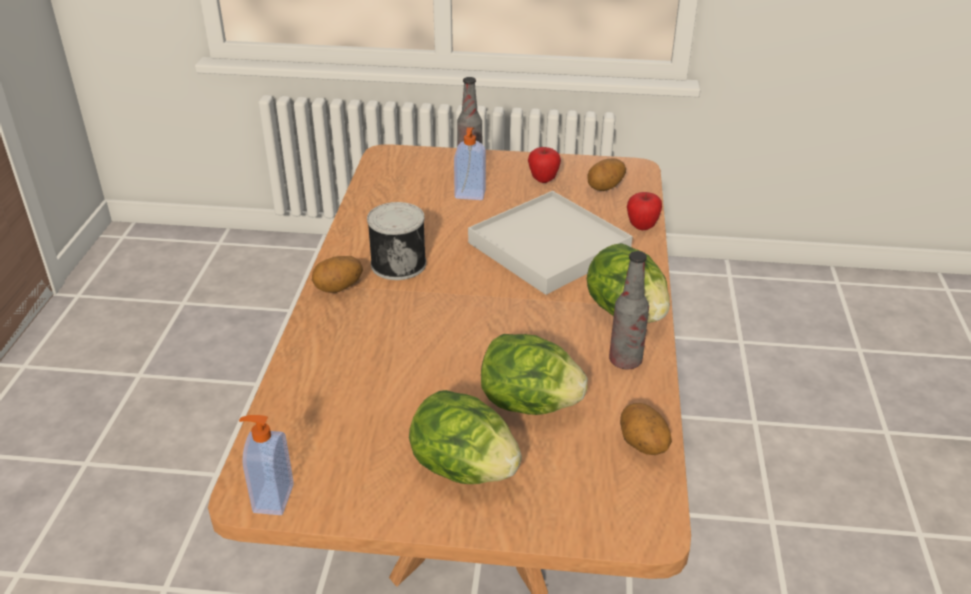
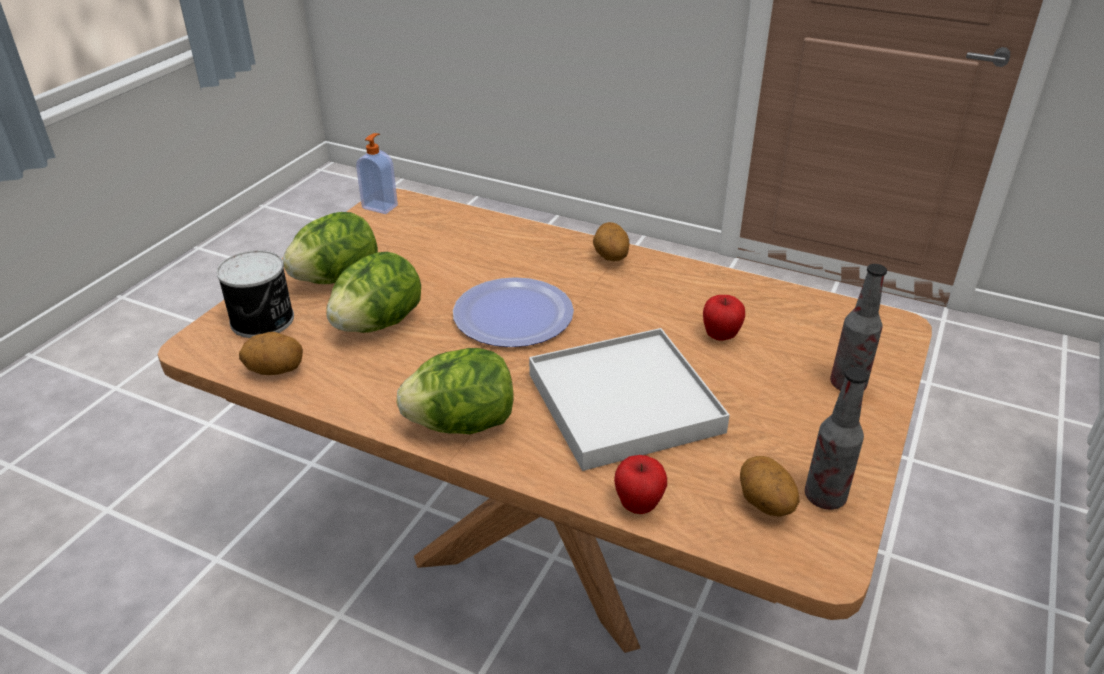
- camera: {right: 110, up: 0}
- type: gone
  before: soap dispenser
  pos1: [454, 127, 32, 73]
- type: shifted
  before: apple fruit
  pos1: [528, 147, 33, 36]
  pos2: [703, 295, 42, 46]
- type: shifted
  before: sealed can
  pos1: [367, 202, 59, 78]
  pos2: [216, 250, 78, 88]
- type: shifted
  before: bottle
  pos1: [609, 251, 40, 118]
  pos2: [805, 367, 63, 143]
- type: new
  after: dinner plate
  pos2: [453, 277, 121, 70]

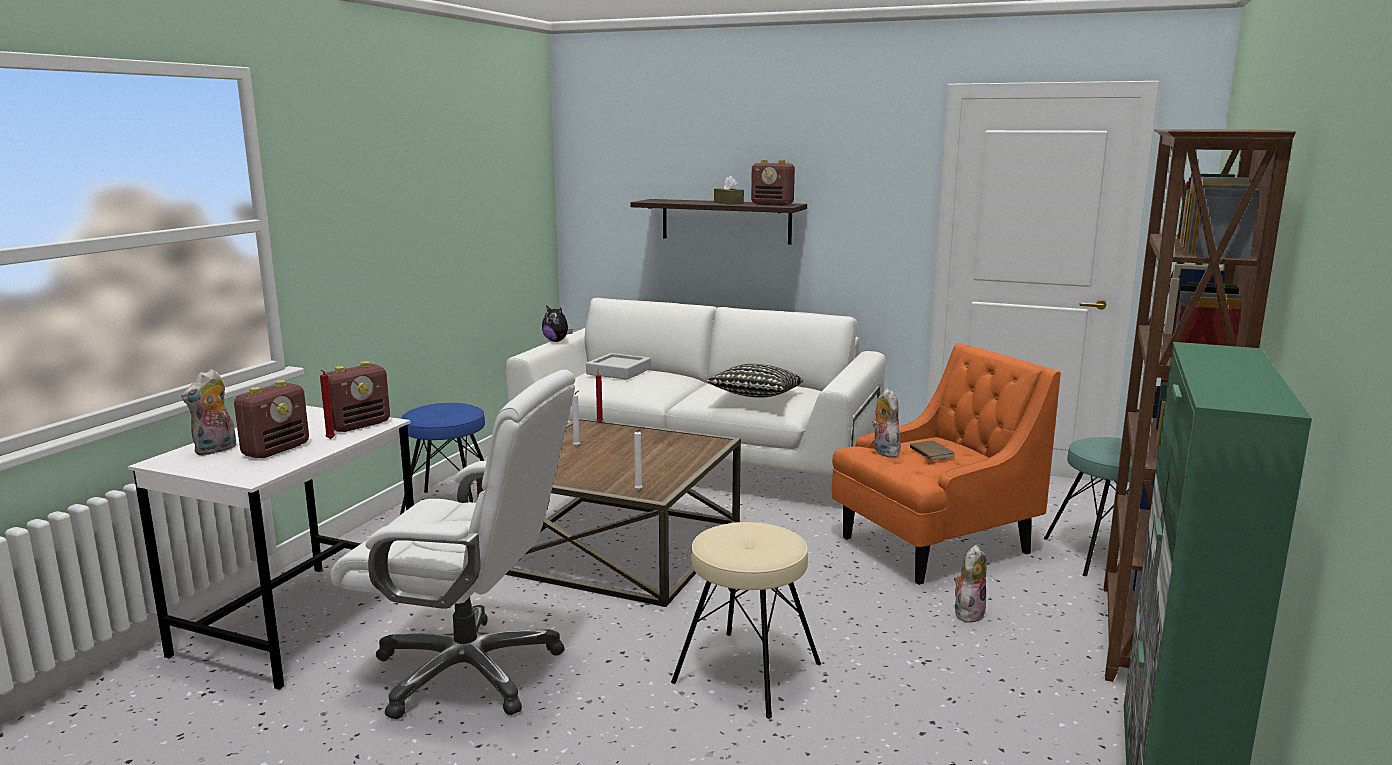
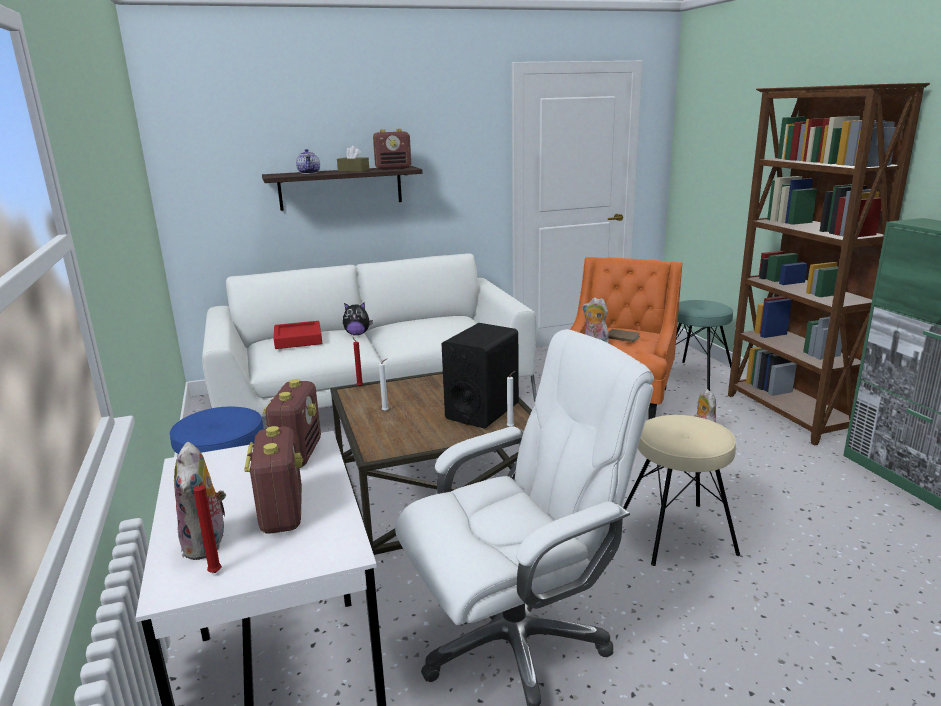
- camera: {right: -40, up: 5}
- type: shifted
  before: cuddly toy
  pos1: [542, 305, 31, 37]
  pos2: [343, 303, 30, 32]
- type: repainted
  before: serving tray/gray
  after: serving tray/reddish
  pos1: [586, 353, 65, 27]
  pos2: [274, 321, 48, 28]
- type: gone
  before: throw pillow
  pos1: [706, 364, 97, 34]
- type: shifted
  before: wax candle/reddish
  pos1: [320, 370, 15, 69]
  pos2: [193, 481, 29, 92]
- type: new
  after: teapot
  pos2: [296, 149, 24, 25]
- type: new
  after: speaker/black
  pos2: [442, 323, 77, 106]

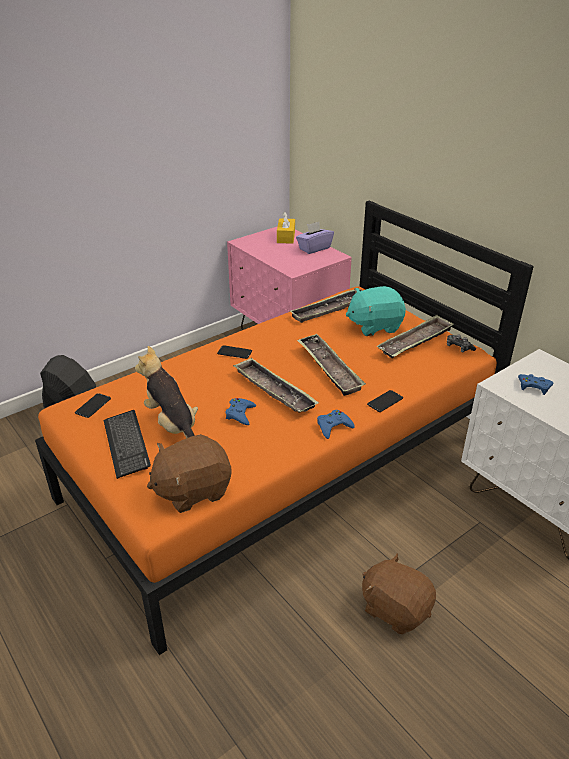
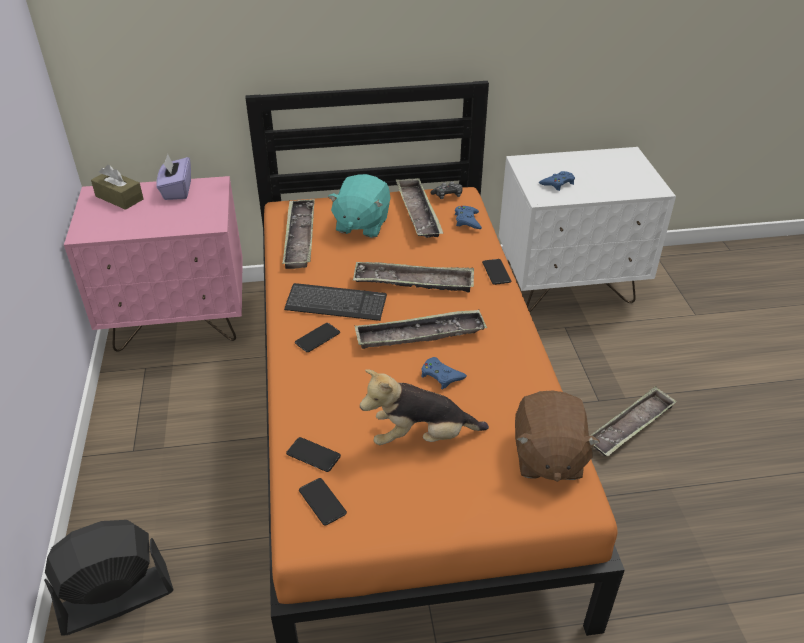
- camera: {right: -60, up: 5}
- type: repainted
  before: box of tissues/yellowish
  after: box of tissues/brown
  pos1: [277, 212, 18, 32]
  pos2: [91, 165, 53, 45]
- type: shifted
  before: keyboard
  pos1: [104, 410, 47, 69]
  pos2: [284, 283, 103, 38]
- type: shifted
  before: joypad/blue
  pos1: [317, 410, 38, 29]
  pos2: [455, 206, 27, 23]
- type: swapped
  before: cuddly toy/brown
  after: serving tray
  pos1: [362, 553, 74, 81]
  pos2: [590, 386, 87, 71]
- type: new
  after: phone
  pos2: [286, 437, 55, 35]

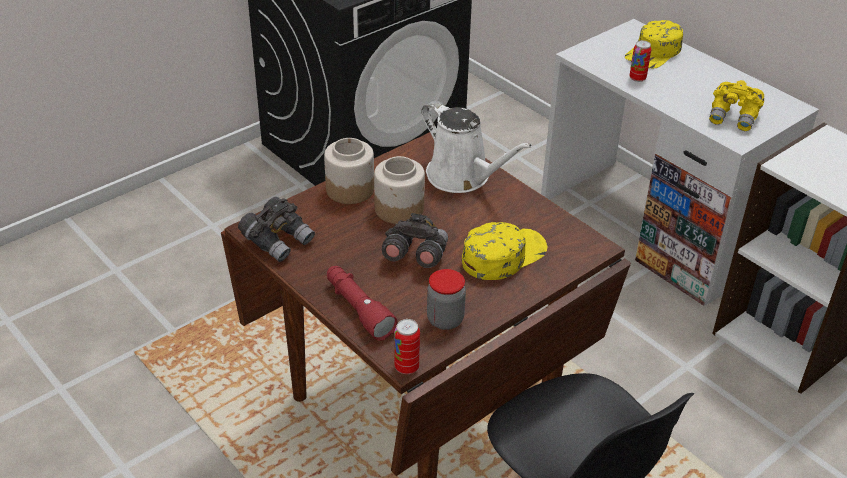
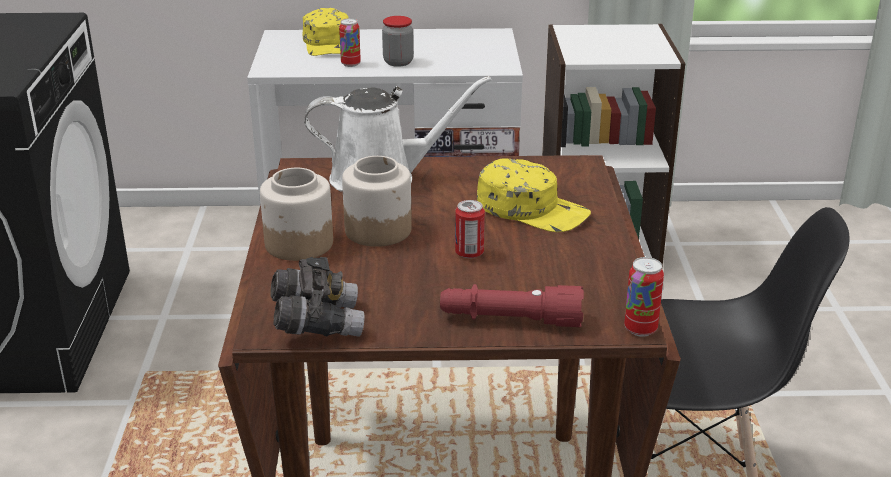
- camera: {right: -50, up: -10}
- type: gone
  before: binoculars/yellowish
  pos1: [709, 80, 55, 51]
- type: swapped
  before: binoculars/gray
  after: sealed can
  pos1: [382, 213, 66, 55]
  pos2: [455, 200, 30, 58]
- type: rotated
  before: peaked cap/yellowish
  pos1: [462, 222, 86, 58]
  pos2: [477, 158, 114, 74]
  turn: 120
- type: shifted
  before: storage jar
  pos1: [427, 269, 39, 61]
  pos2: [382, 16, 32, 51]

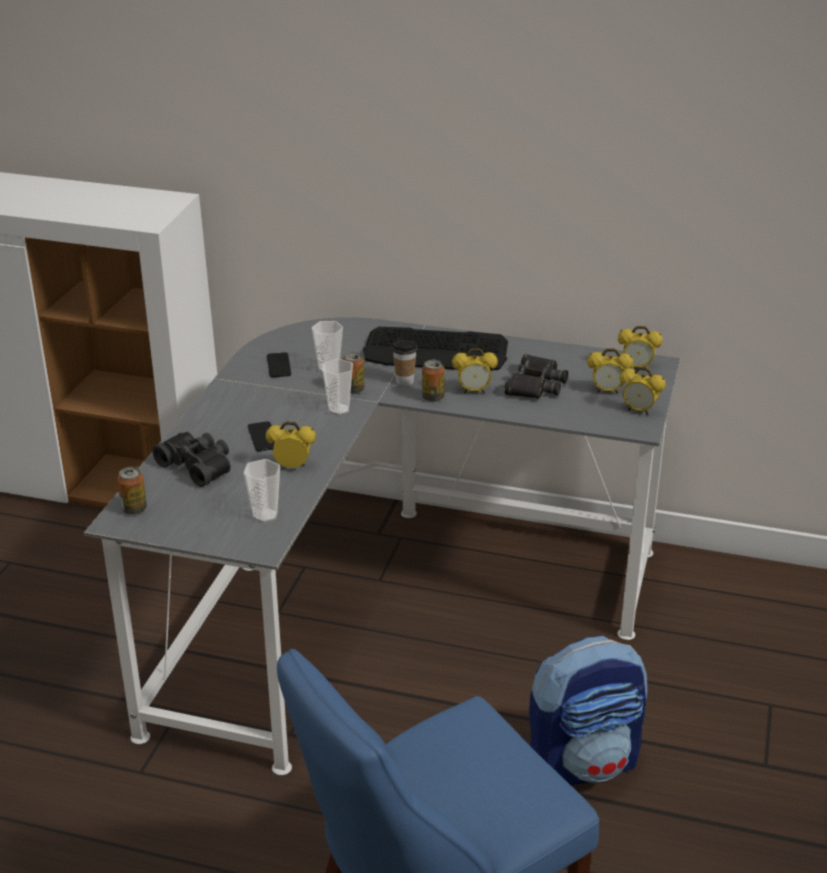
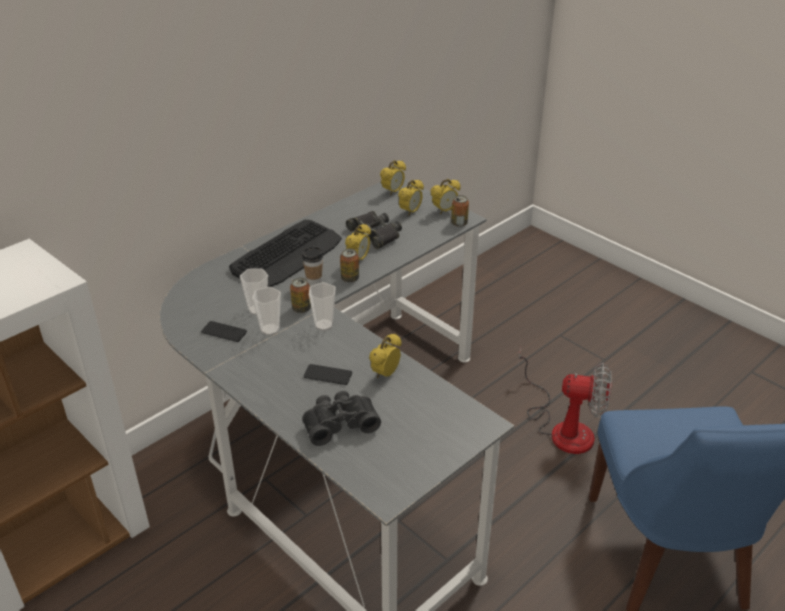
- camera: {right: -60, up: 5}
- type: shifted
  before: small cup
  pos1: [244, 459, 36, 64]
  pos2: [252, 287, 29, 48]
- type: shifted
  before: sealed can
  pos1: [117, 467, 30, 48]
  pos2: [451, 195, 18, 32]
- type: swapped
  before: rucksack
  after: fan
  pos1: [529, 636, 118, 150]
  pos2: [518, 347, 94, 107]

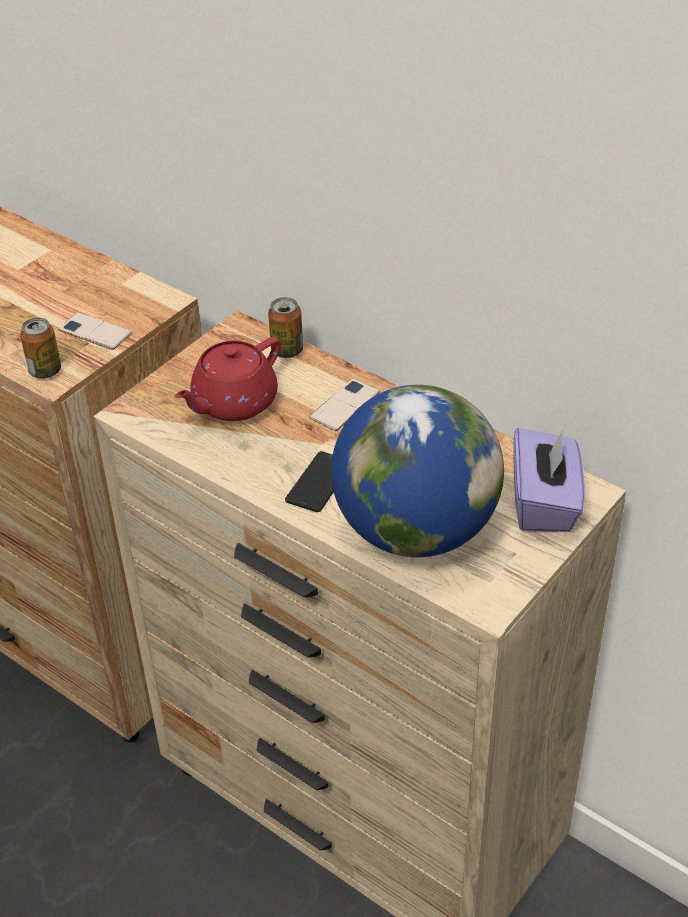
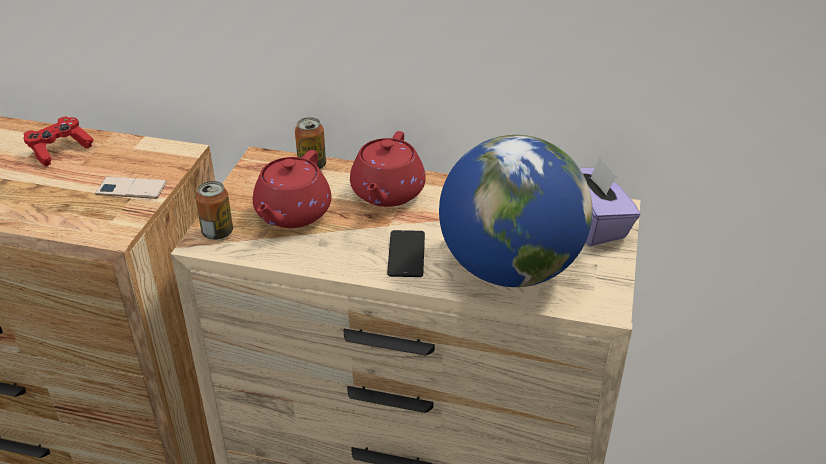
- camera: {right: -25, up: -5}
- type: shifted
  before: sealed can
  pos1: [20, 318, 41, 61]
  pos2: [195, 181, 38, 59]
- type: swapped
  before: phone
  after: teapot/reddish
  pos1: [309, 378, 71, 53]
  pos2: [350, 131, 76, 76]
- type: new
  after: joypad/reddish
  pos2: [23, 116, 70, 50]

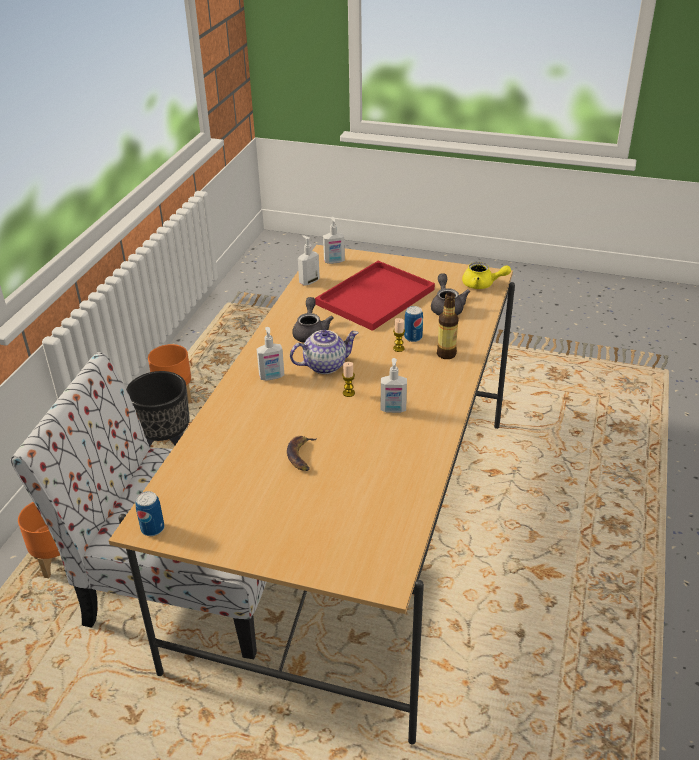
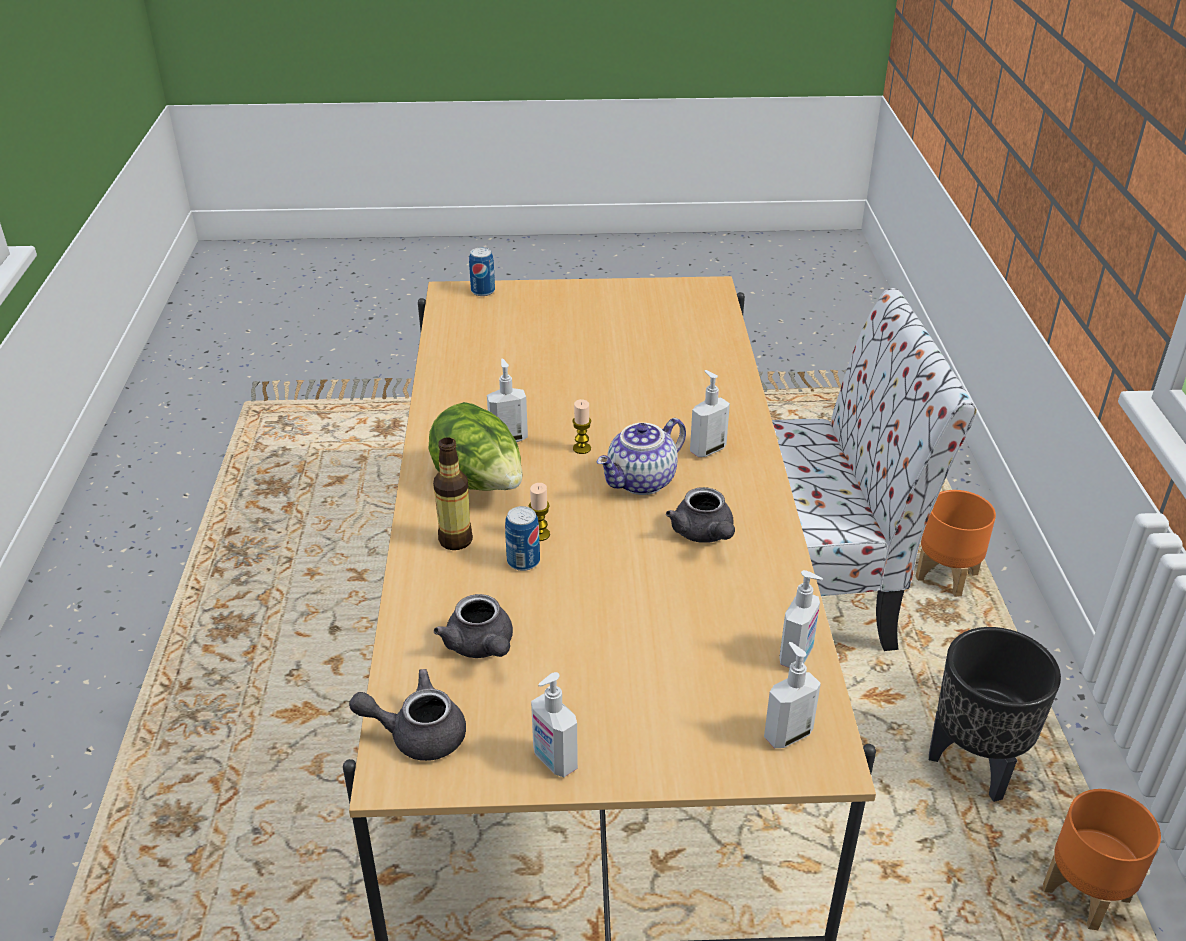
- camera: {right: 160, up: 0}
- type: gone
  before: serving tray/reddish
  pos1: [315, 261, 120, 70]
- type: repainted
  before: teapot/yellowish
  after: teapot/gray
  pos1: [462, 262, 49, 27]
  pos2: [349, 669, 117, 92]
- type: gone
  before: banana
  pos1: [287, 436, 30, 35]
- type: shifted
  before: sealed can
  pos1: [135, 491, 30, 45]
  pos2: [469, 247, 26, 49]
- type: new
  after: lettuce head
  pos2: [429, 402, 93, 89]
- type: new
  after: soap dispenser
  pos2: [531, 672, 47, 105]

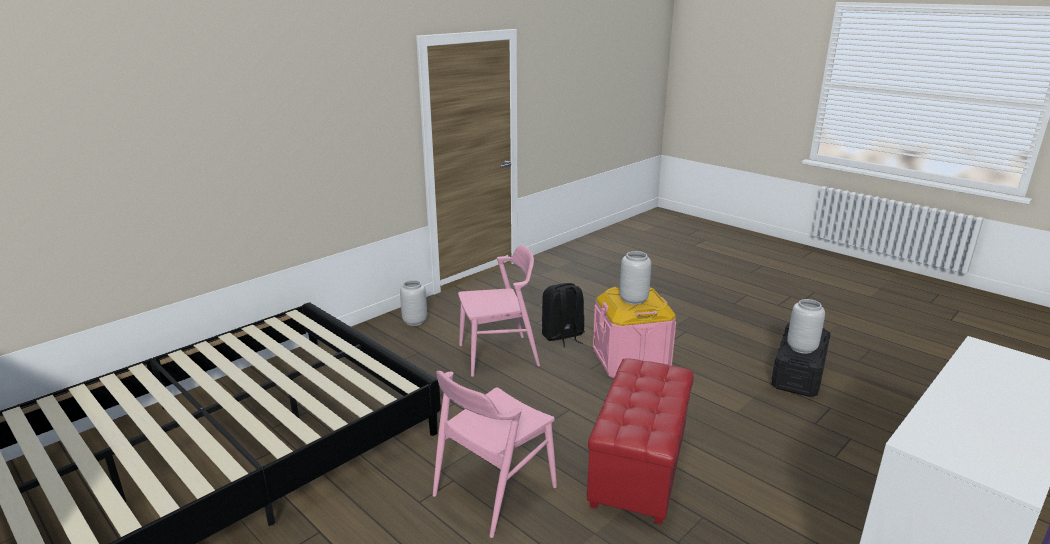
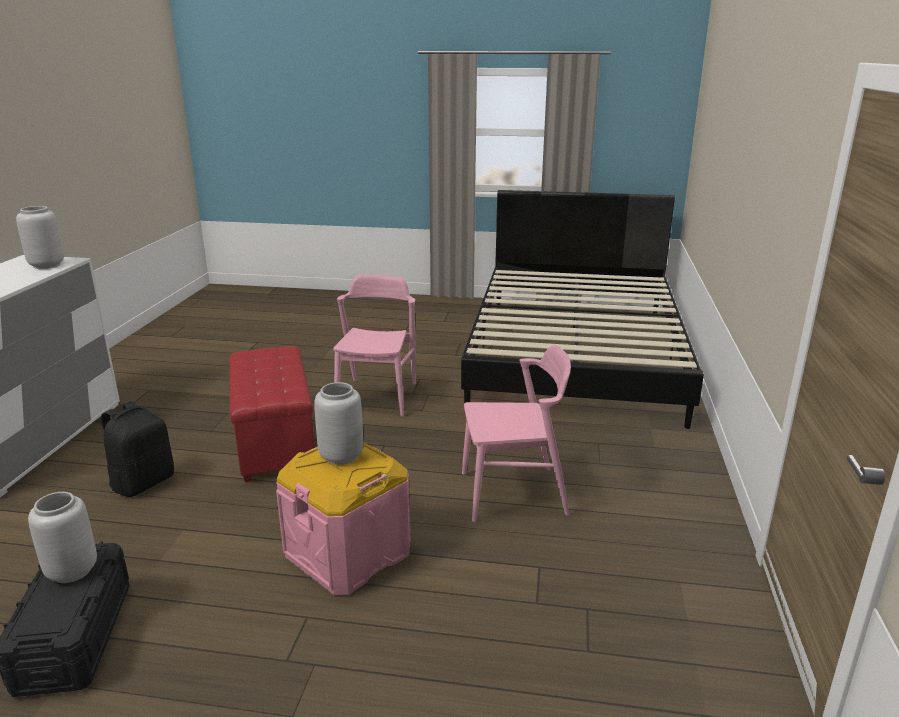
- camera: {right: 145, up: 0}
- type: rotated
  before: upright chair/pink
  pos1: [458, 245, 82, 132]
  pos2: [462, 345, 109, 177]
  turn: -135
- type: shifted
  before: decorative vase/gray
  pos1: [400, 280, 27, 46]
  pos2: [16, 206, 48, 63]
- type: shifted
  before: rucksack/black
  pos1: [542, 283, 43, 64]
  pos2: [101, 401, 73, 96]

